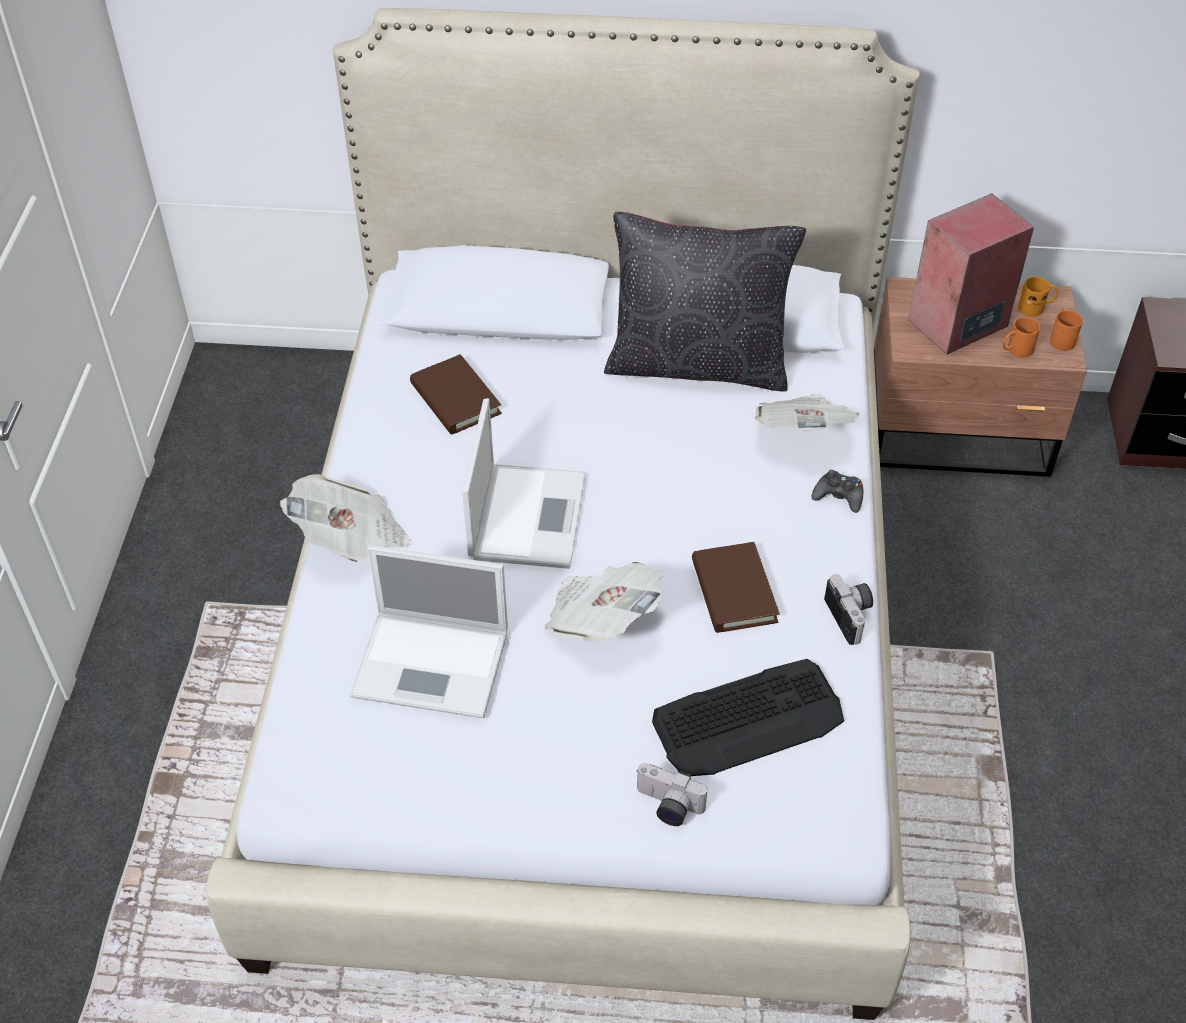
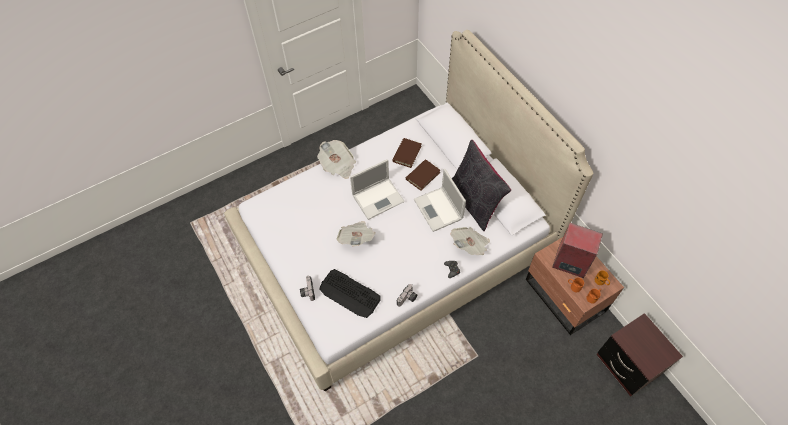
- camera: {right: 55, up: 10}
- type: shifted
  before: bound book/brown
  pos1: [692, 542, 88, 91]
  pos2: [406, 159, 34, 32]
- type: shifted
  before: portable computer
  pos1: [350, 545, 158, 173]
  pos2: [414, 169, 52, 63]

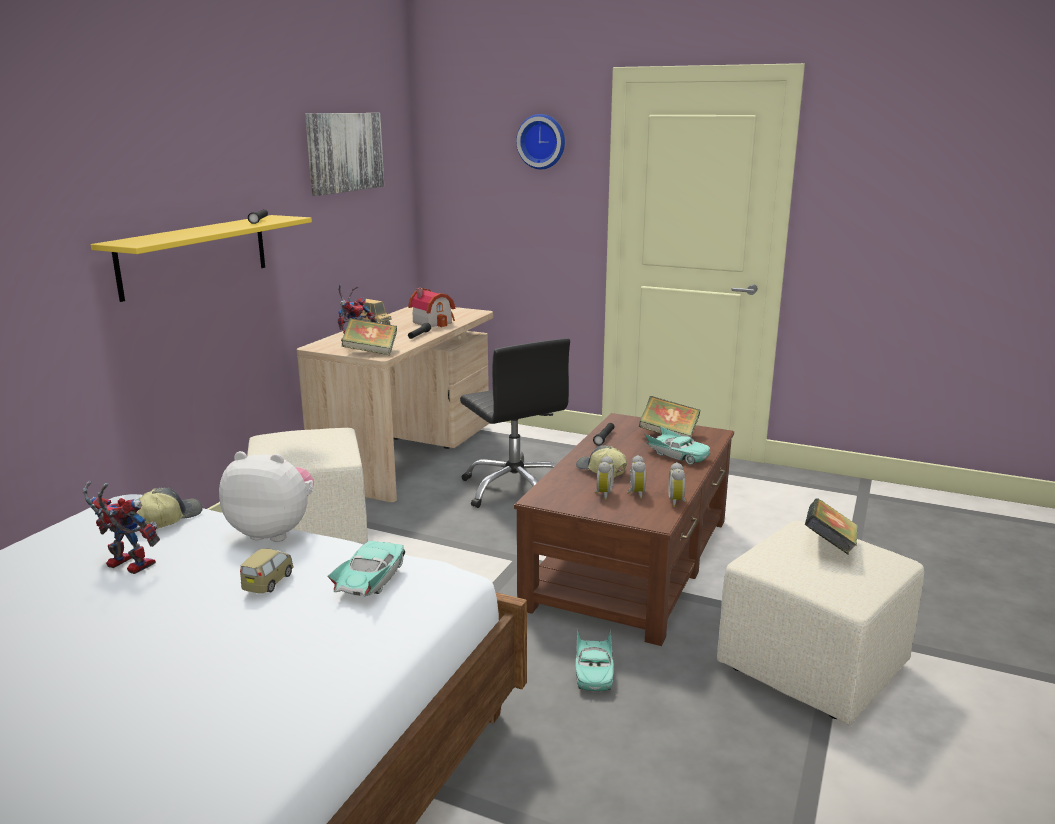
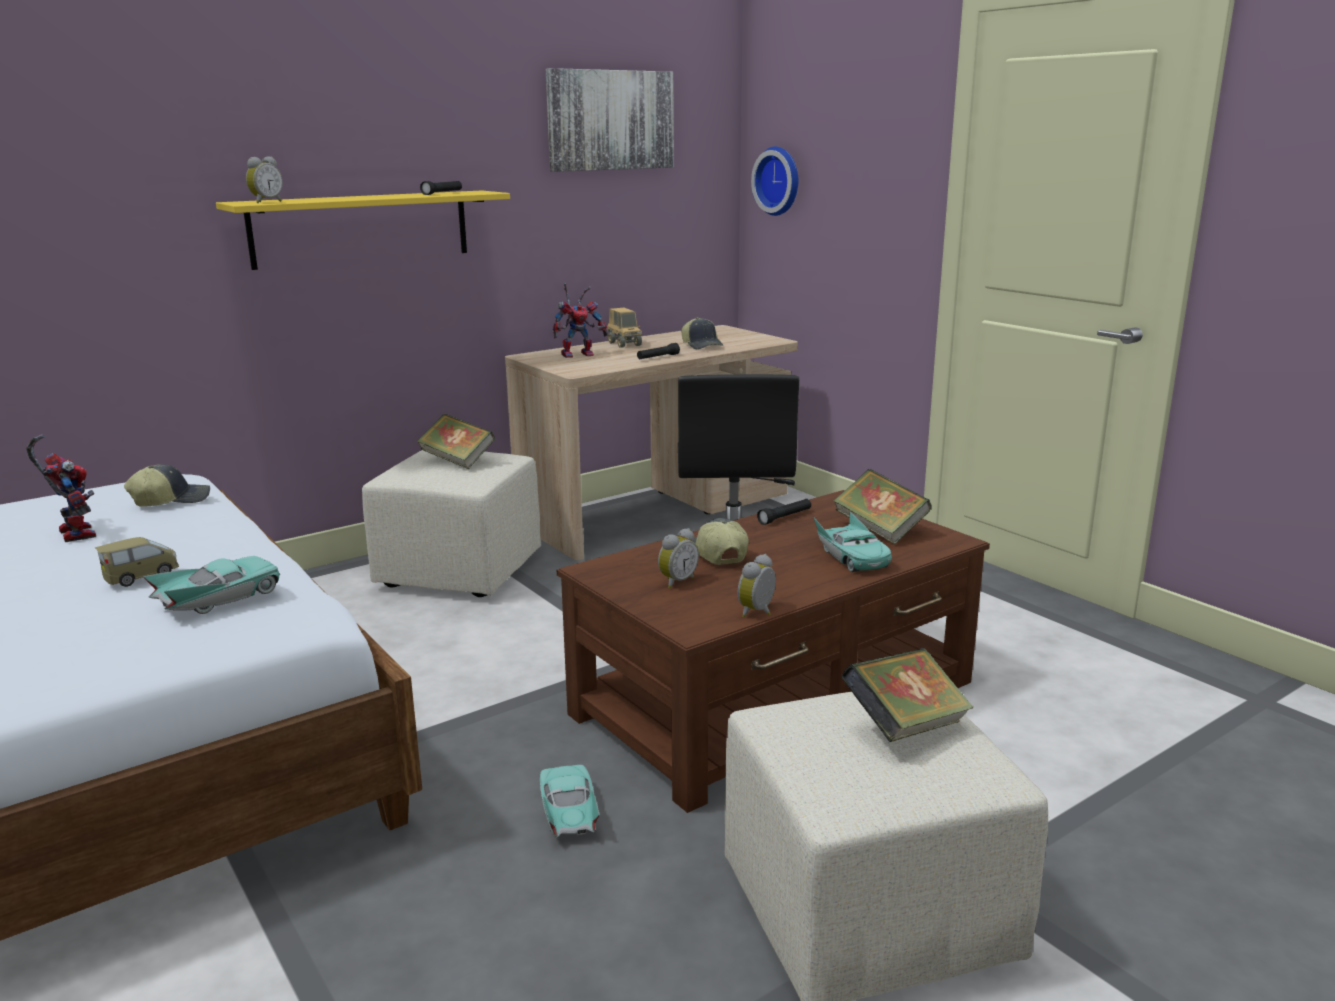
- camera: {right: 30, up: 0}
- type: shifted
  before: hanging clock
  pos1: [516, 114, 49, 55]
  pos2: [751, 147, 47, 69]
- type: swapped
  before: model house
  after: peaked cap
  pos1: [408, 288, 47, 39]
  pos2: [681, 317, 42, 32]
- type: shifted
  before: bound book
  pos1: [342, 318, 55, 37]
  pos2: [417, 414, 78, 55]
- type: gone
  before: cuddly toy
  pos1: [219, 451, 95, 91]
- type: shifted
  before: alarm clock
  pos1: [627, 455, 19, 44]
  pos2: [246, 156, 37, 47]
- type: rotated
  before: miniature car/blue-green
  pos1: [576, 628, 38, 63]
  pos2: [540, 765, 59, 72]
  turn: 135

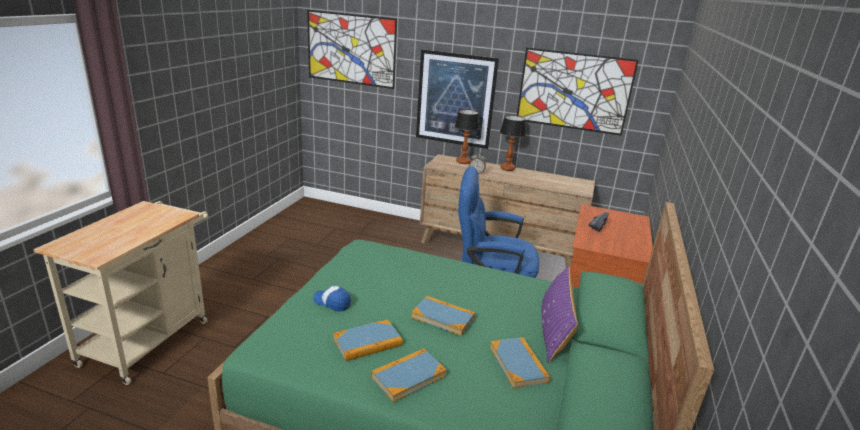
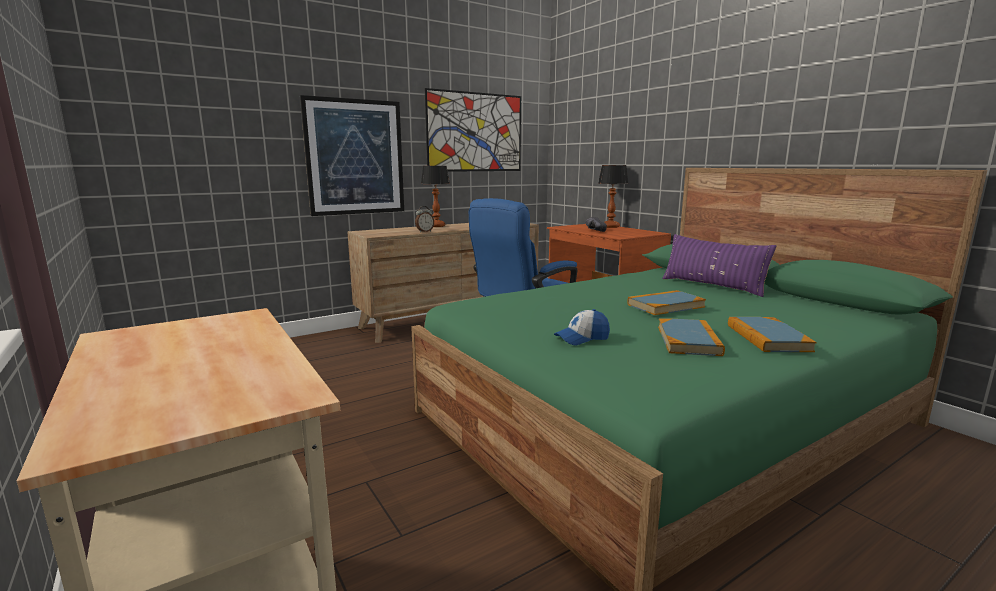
- camera: {right: -50, up: -10}
- type: gone
  before: wall picture
  pos1: [307, 10, 90, 79]
- type: shifted
  before: tabletop lamp
  pos1: [455, 109, 25, 55]
  pos2: [598, 165, 30, 63]
- type: gone
  before: bound book
  pos1: [490, 337, 60, 52]

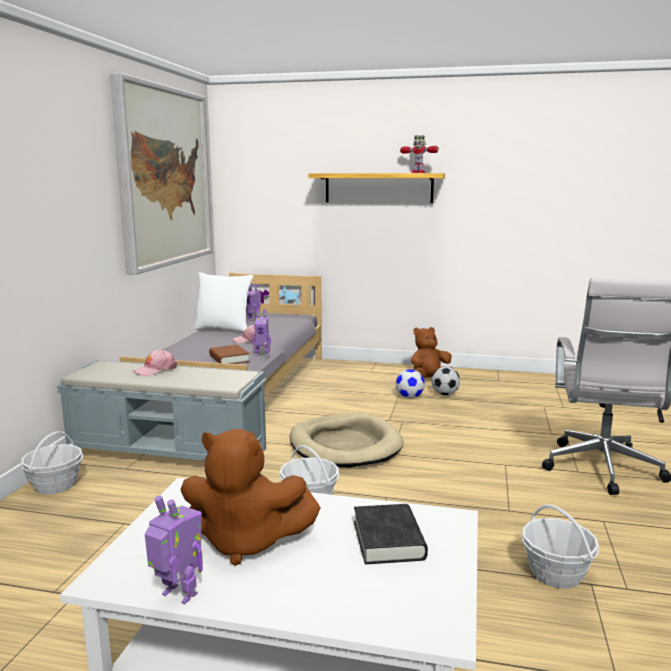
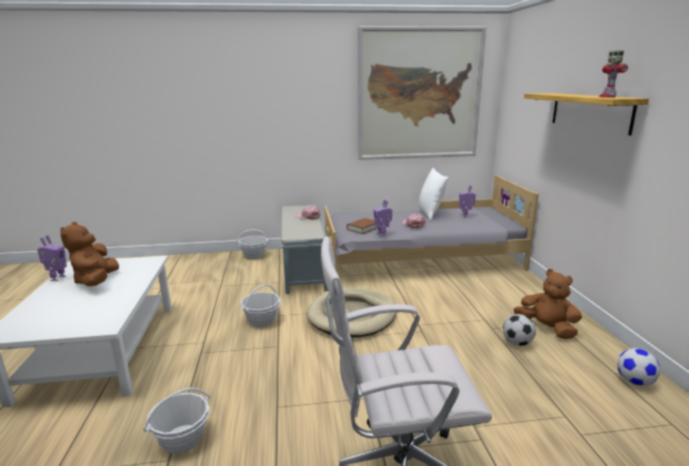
- camera: {right: 70, up: 5}
- type: shifted
  before: football
  pos1: [396, 369, 29, 29]
  pos2: [617, 348, 43, 38]
- type: gone
  before: bound book/black
  pos1: [354, 504, 74, 60]

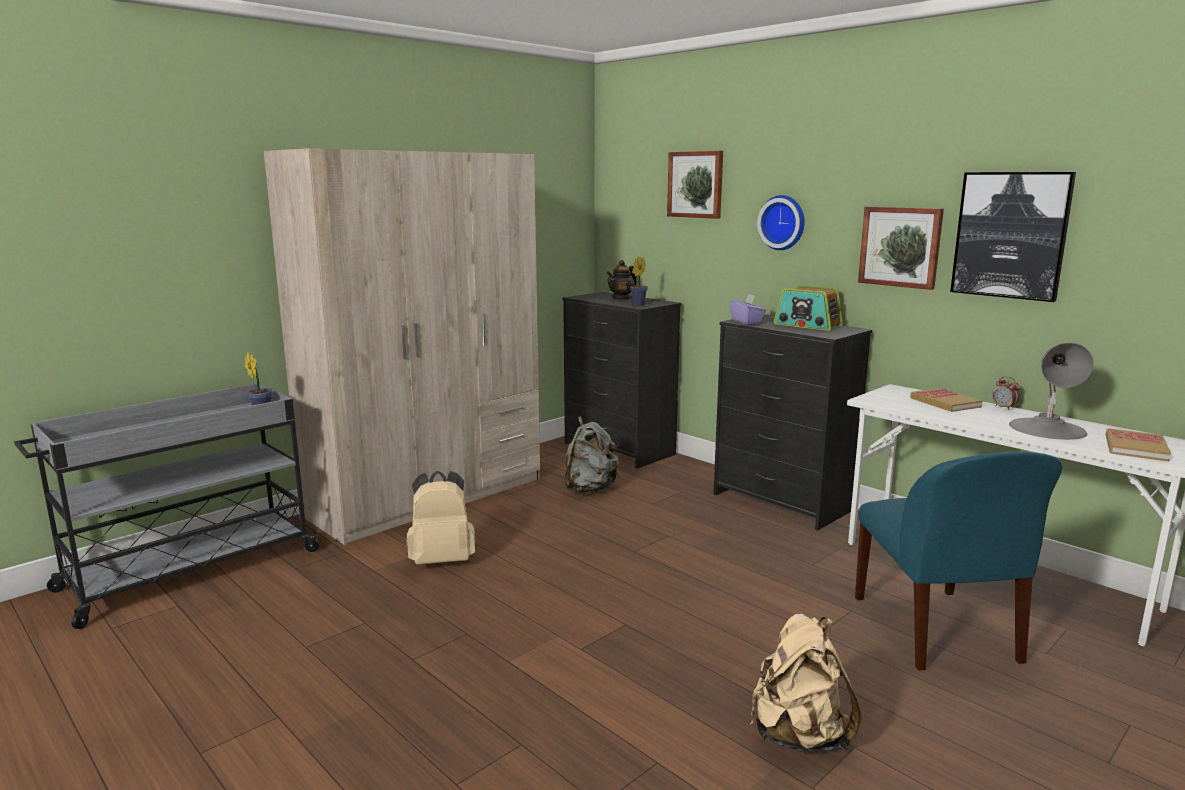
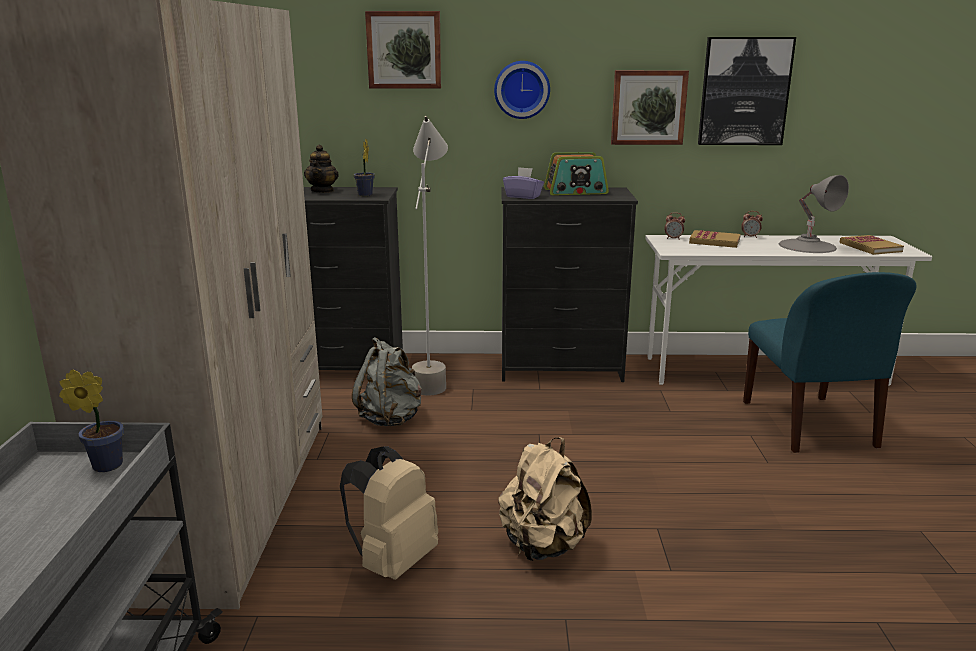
- camera: {right: -45, up: 5}
- type: rotated
  before: upright chair/blue
  pos1: [855, 451, 207, 219]
  pos2: [743, 272, 173, 181]
  turn: 45
- type: shifted
  before: rucksack/beige-coloured
  pos1: [750, 614, 112, 137]
  pos2: [498, 438, 94, 123]
- type: new
  after: floor lamp/gray
  pos2: [412, 116, 36, 279]
- type: new
  after: alarm clock
  pos2: [665, 212, 20, 28]

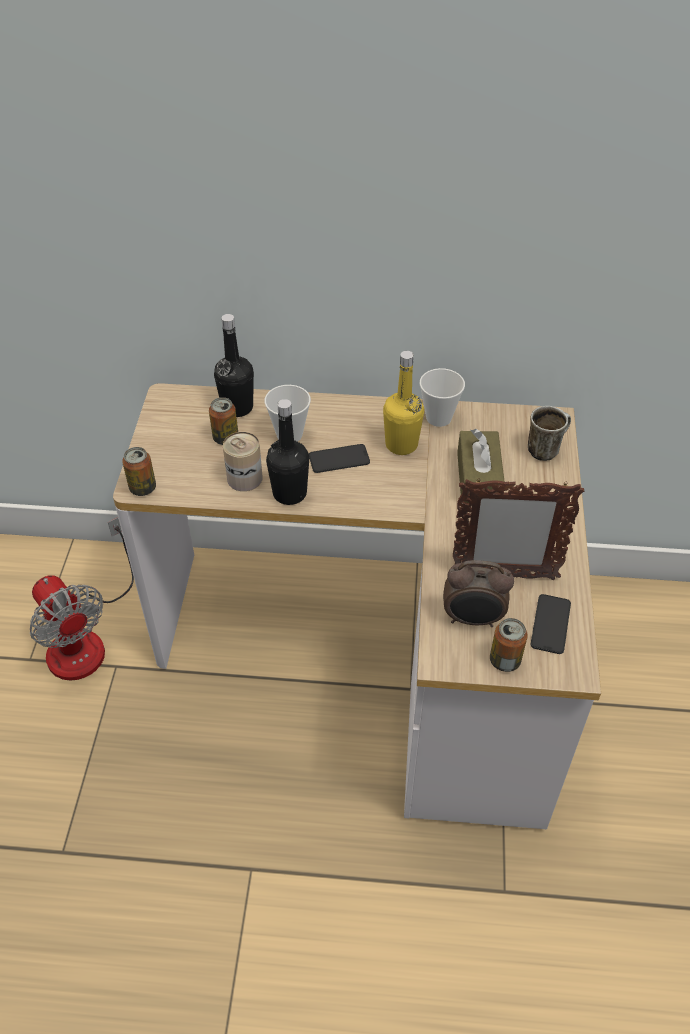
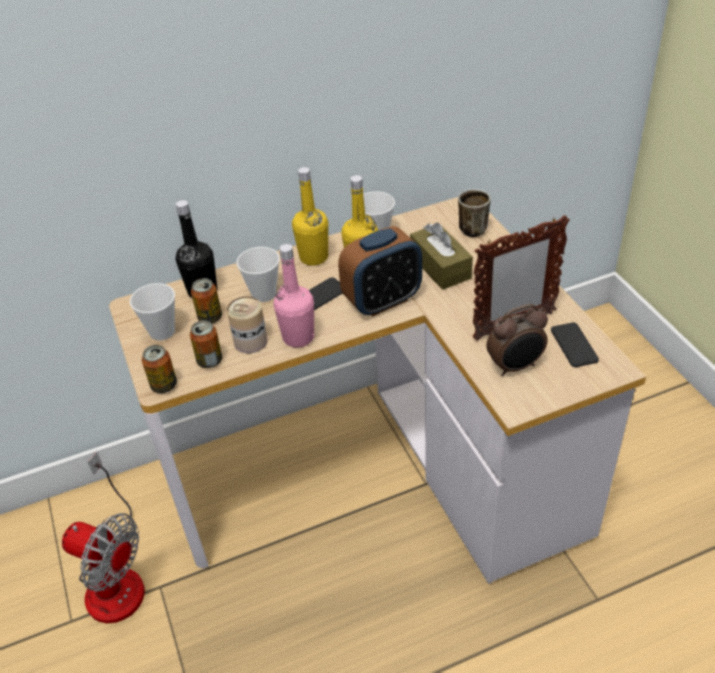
- camera: {right: -25, up: -5}
- type: repainted
  before: bottle/black
  after: bottle/pink
  pos1: [266, 399, 43, 106]
  pos2: [273, 244, 41, 104]
- type: shifted
  before: sealed can
  pos1: [490, 618, 38, 54]
  pos2: [190, 320, 32, 48]
- type: new
  after: bottle/yellowish
  pos2: [292, 167, 36, 99]
- type: new
  after: alarm clock
  pos2: [338, 226, 84, 90]
- type: new
  after: small cup
  pos2: [130, 283, 45, 58]

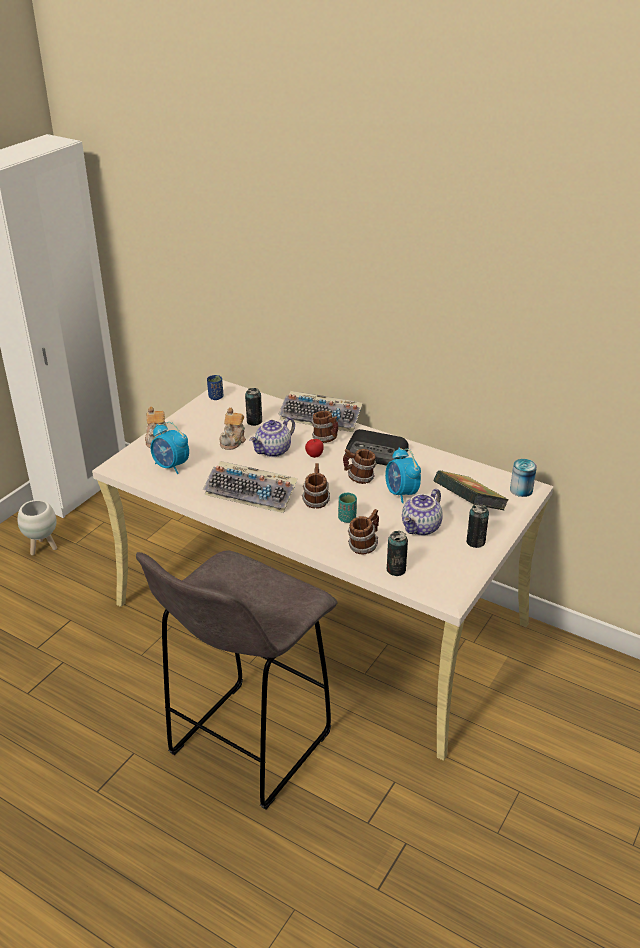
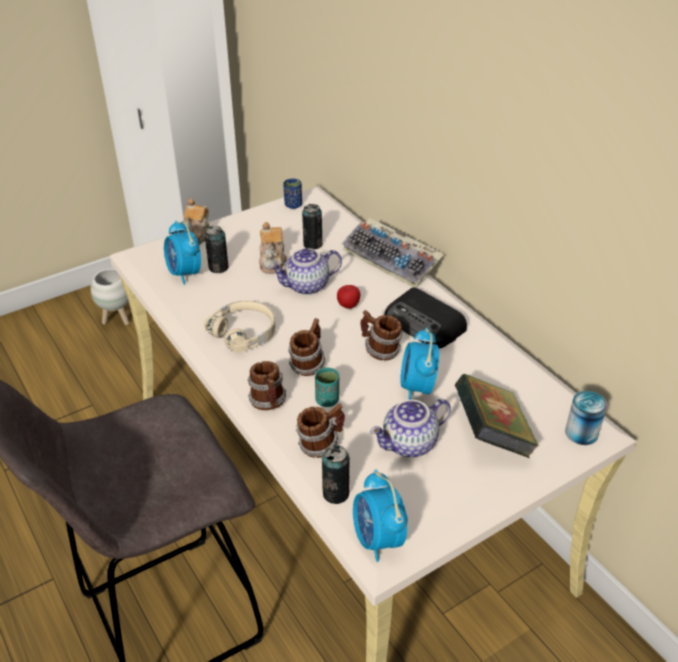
- camera: {right: 25, up: 5}
- type: rotated
  before: teapot
  pos1: [219, 408, 27, 42]
  pos2: [259, 222, 28, 52]
  turn: -45
- type: shifted
  before: tea mug
  pos1: [312, 411, 26, 32]
  pos2: [247, 361, 39, 49]
- type: swapped
  before: keyboard
  after: pair of headphones/beige-coloured
  pos1: [202, 461, 96, 52]
  pos2: [204, 300, 71, 53]
- type: shifted
  before: sealed can
  pos1: [466, 504, 23, 44]
  pos2: [205, 226, 24, 47]
- type: new
  after: alarm clock
  pos2: [353, 470, 54, 92]

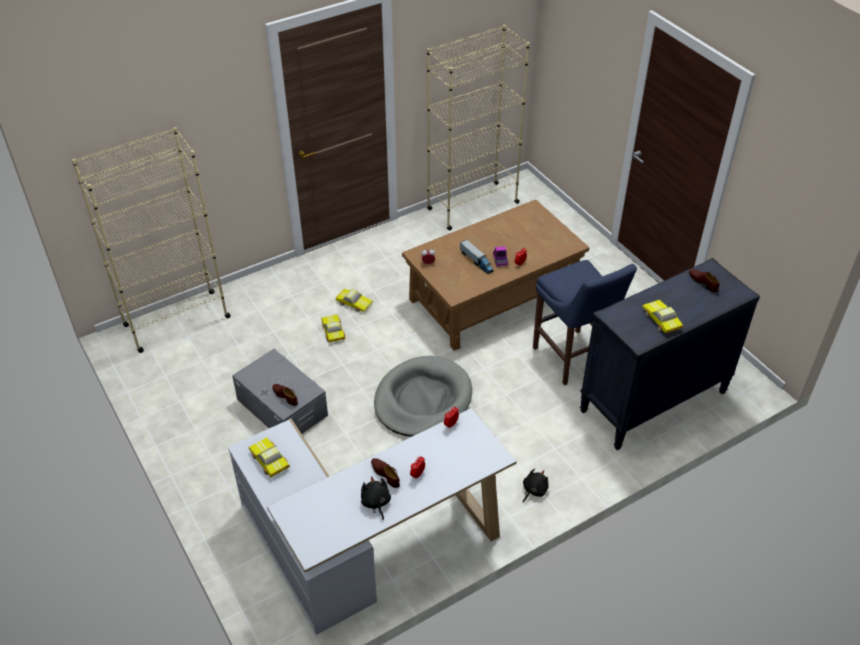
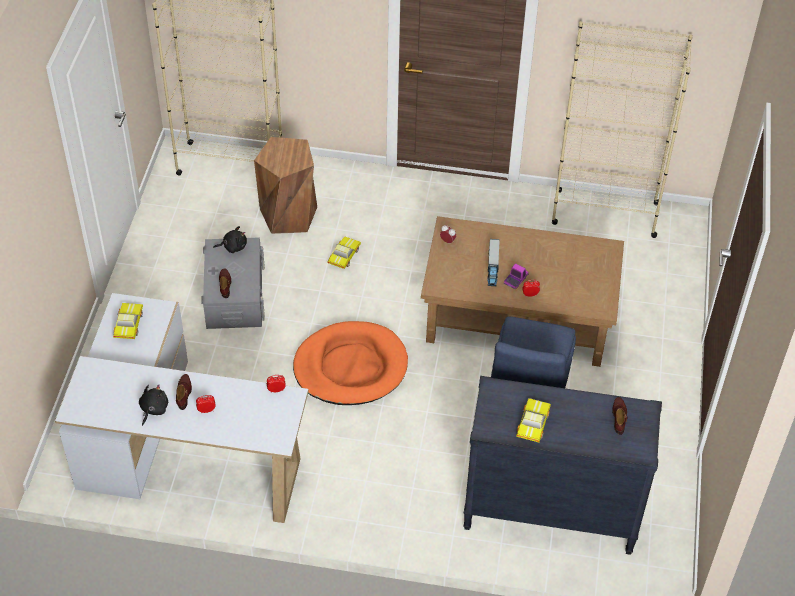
- camera: {right: 40, up: 5}
- type: gone
  before: miniature car
  pos1: [336, 289, 37, 23]
- type: repainted
  before: dog cushion/gray
  after: dog cushion/orange
  pos1: [374, 356, 98, 81]
  pos2: [293, 321, 115, 84]
- type: shifted
  before: cuddly toy/black
  pos1: [523, 468, 26, 34]
  pos2: [213, 226, 34, 27]
- type: new
  after: stool/brown
  pos2: [254, 137, 63, 97]

